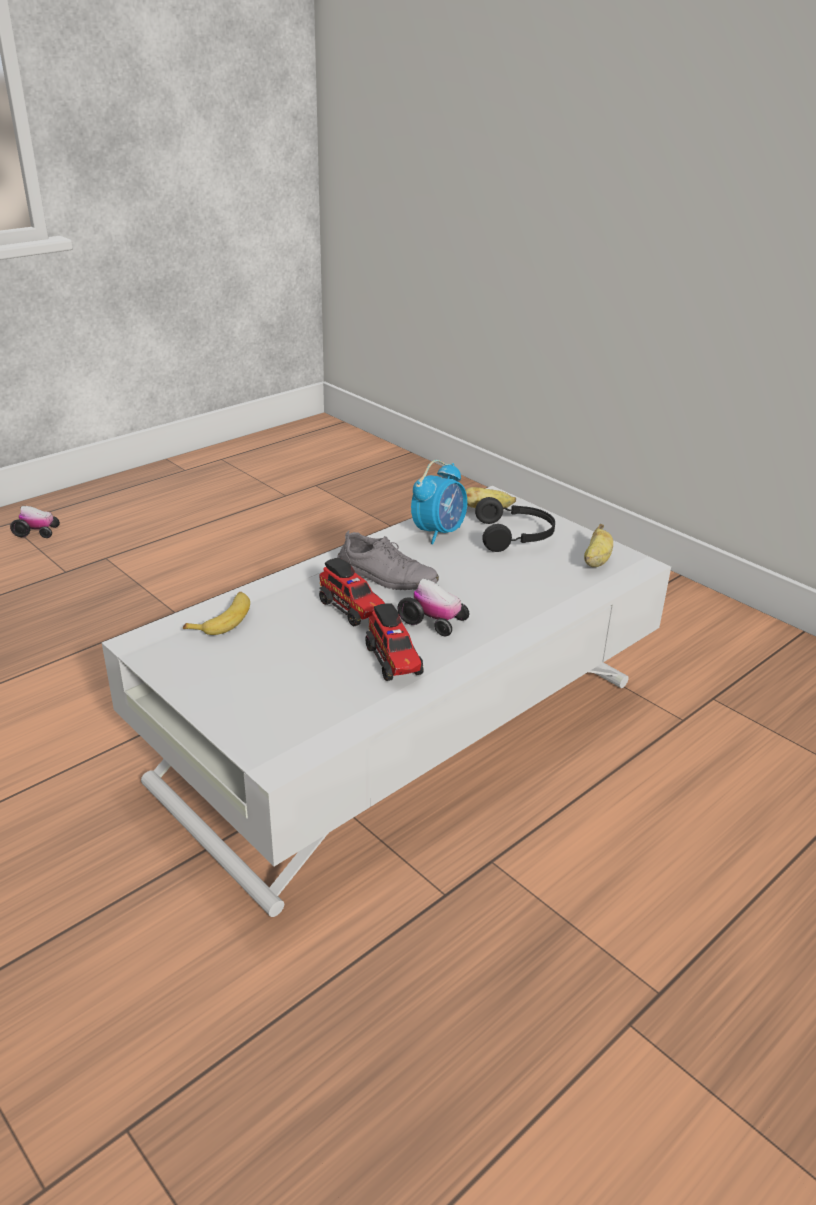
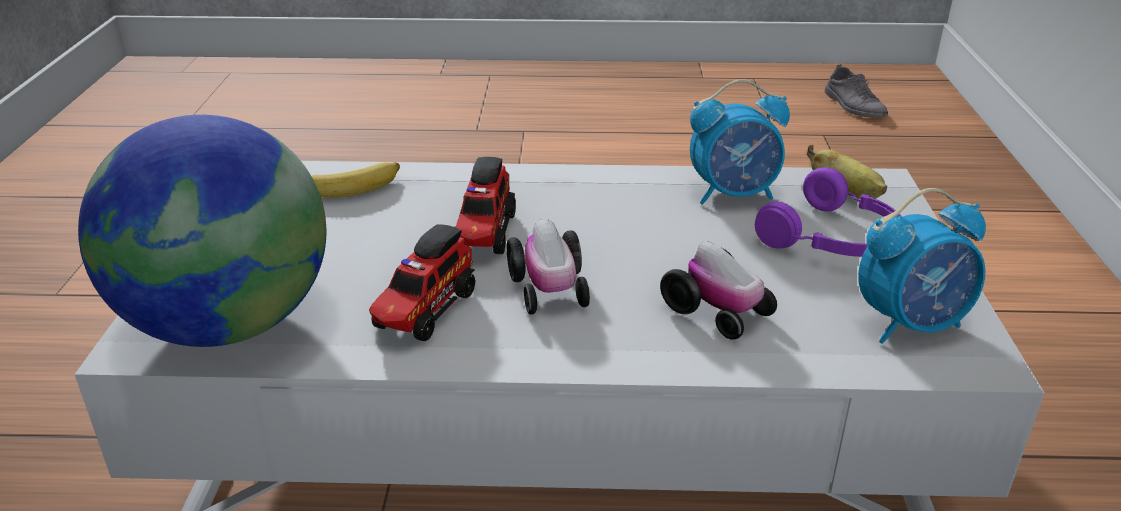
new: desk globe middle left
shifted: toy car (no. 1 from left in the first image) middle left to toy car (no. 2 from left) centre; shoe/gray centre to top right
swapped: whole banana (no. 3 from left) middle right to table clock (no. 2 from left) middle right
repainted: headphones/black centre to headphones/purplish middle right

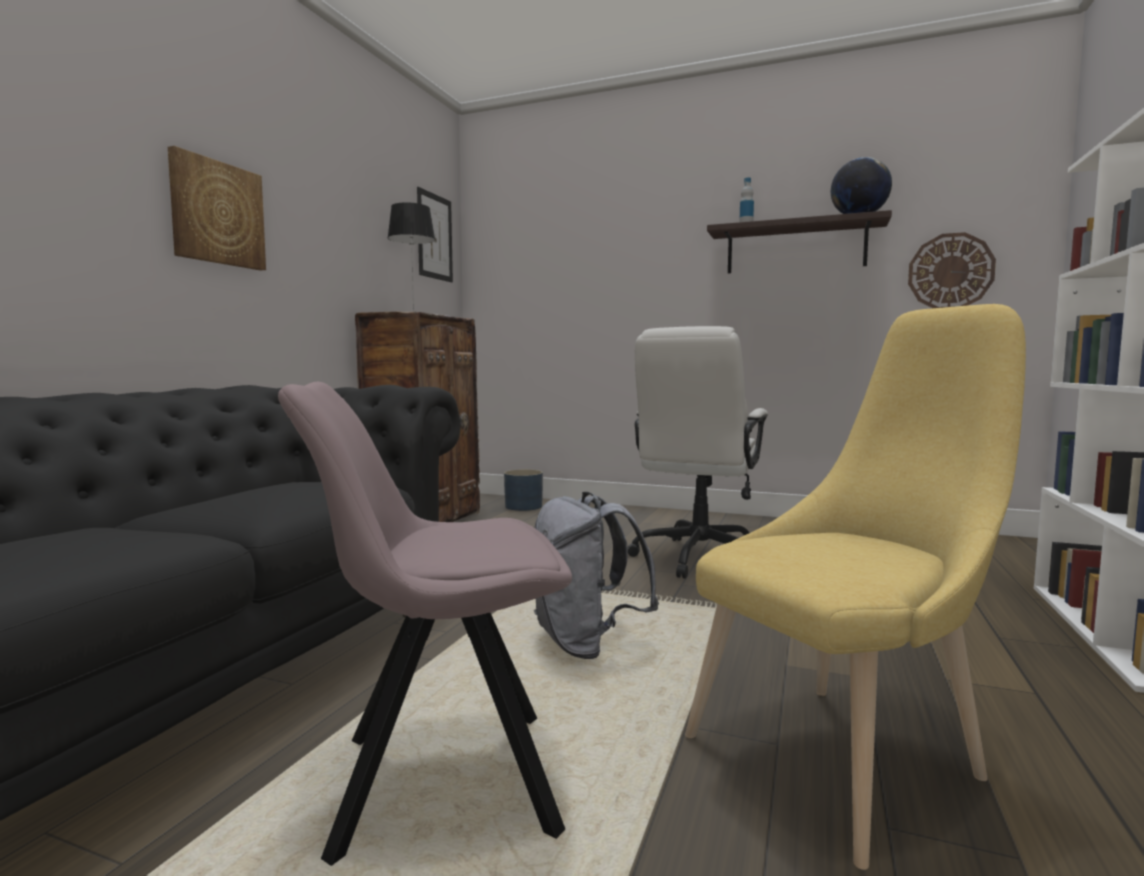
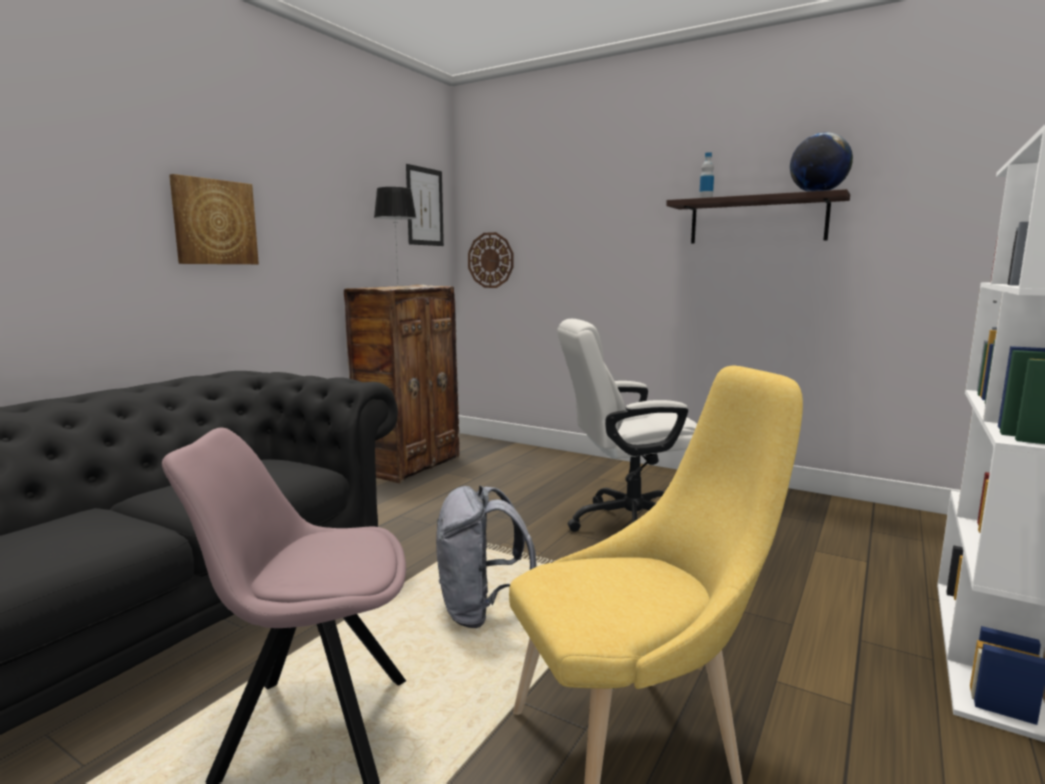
gone: flower pot/bluish centre
shifted: clock on the wall top right to top centre
rotated: office chair/white centre = centre 45 degrees clockwise

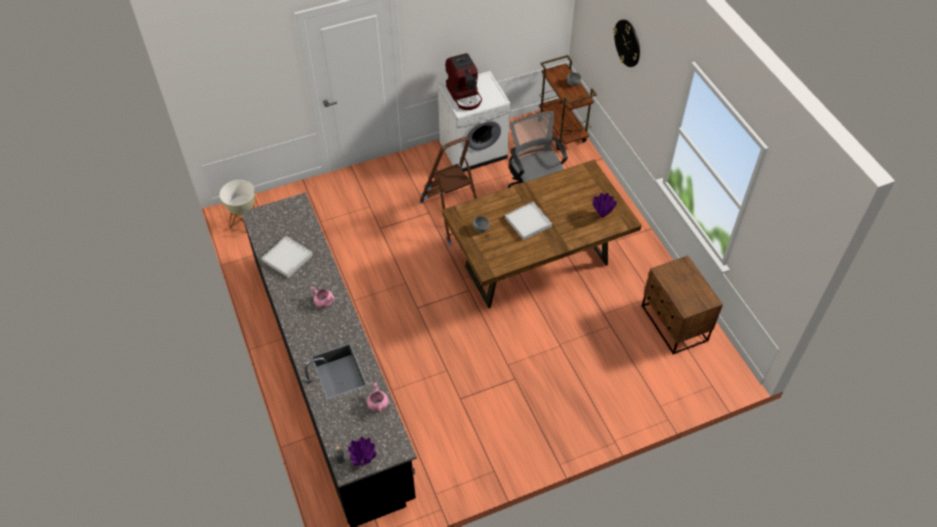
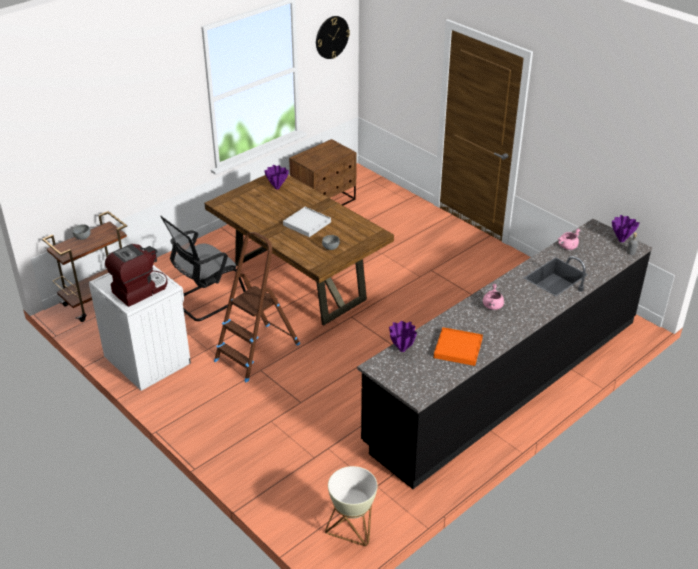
new: flower vase/purplish (no. 2 from left) centre
shifted: clock on the wall top right to top centre
repainted: carrying tray/white (no. 1 from left) middle left to carrying tray/orange-coloured centre

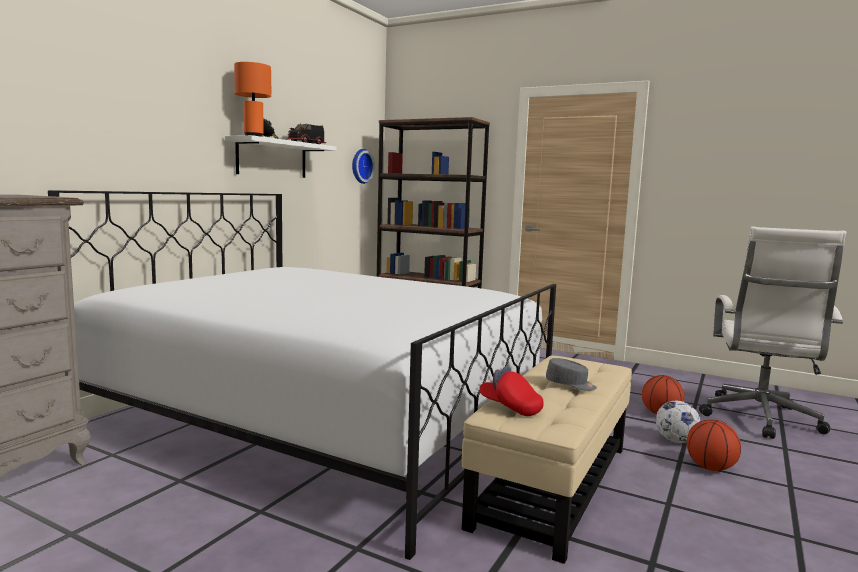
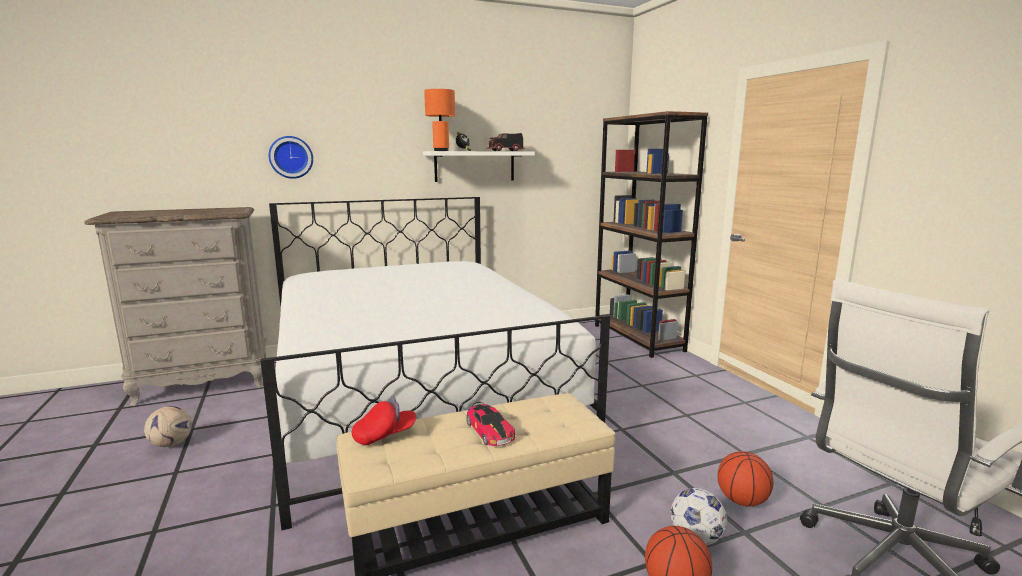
new: football (no. 1 from left) bottom left
shifted: clock on the wall top centre to top left
swapped: cap/gray centre to toy car bottom centre
rotated: cap/reddish bottom centre = bottom centre 75 degrees clockwise

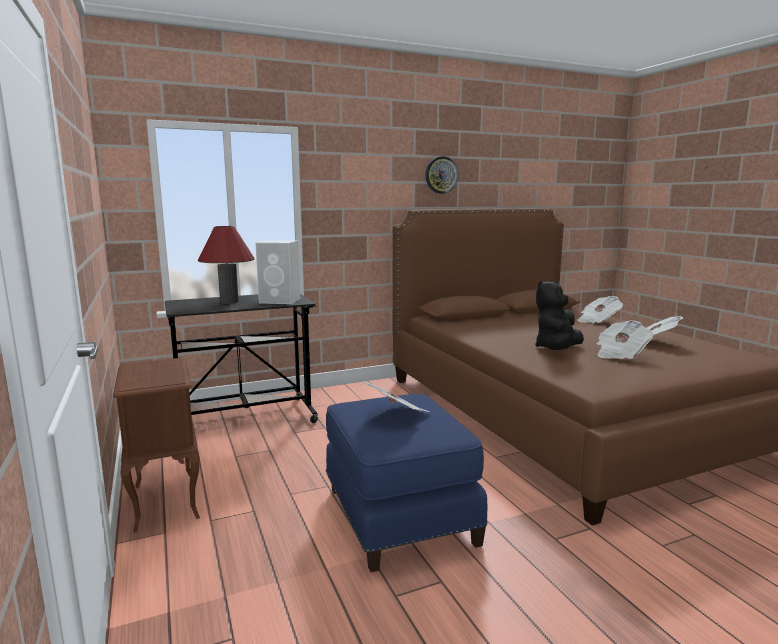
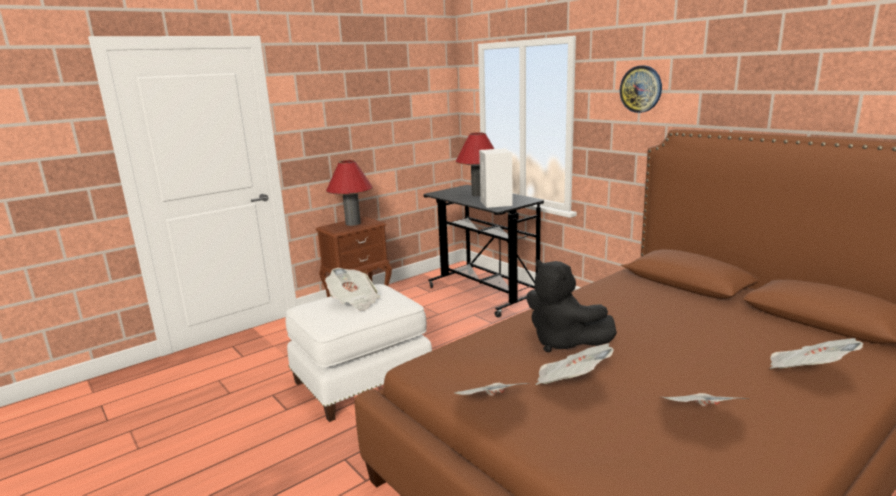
new: tabletop lamp/reddish (no. 1 from left) centre; newspaper (no. 2 from left) bottom centre
shifted: clock on the wall top centre to top right
repainted: footrest/bluish bottom centre to footrest/white bottom centre
rotated: cuddly toy/black middle right = centre 150 degrees counterclockwise

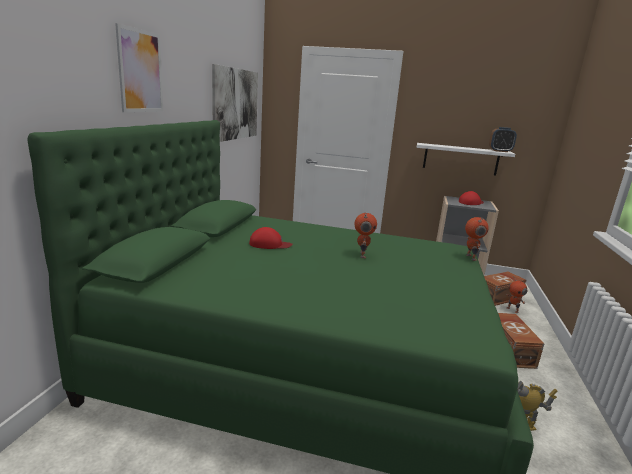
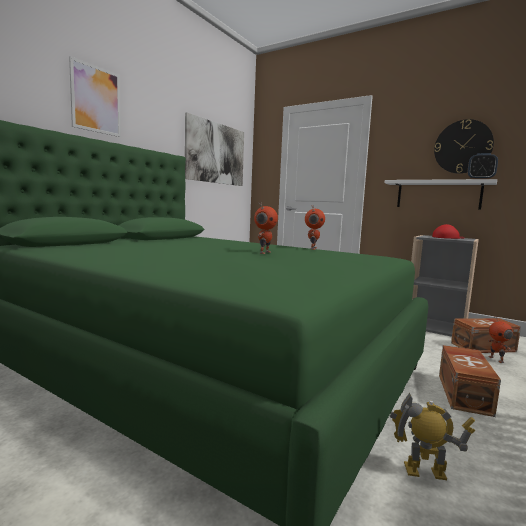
gone: cap/reddish (no. 1 from left) centre
new: clock on the wall top right
shifted: toy robot (no. 2 from left) middle right to centre

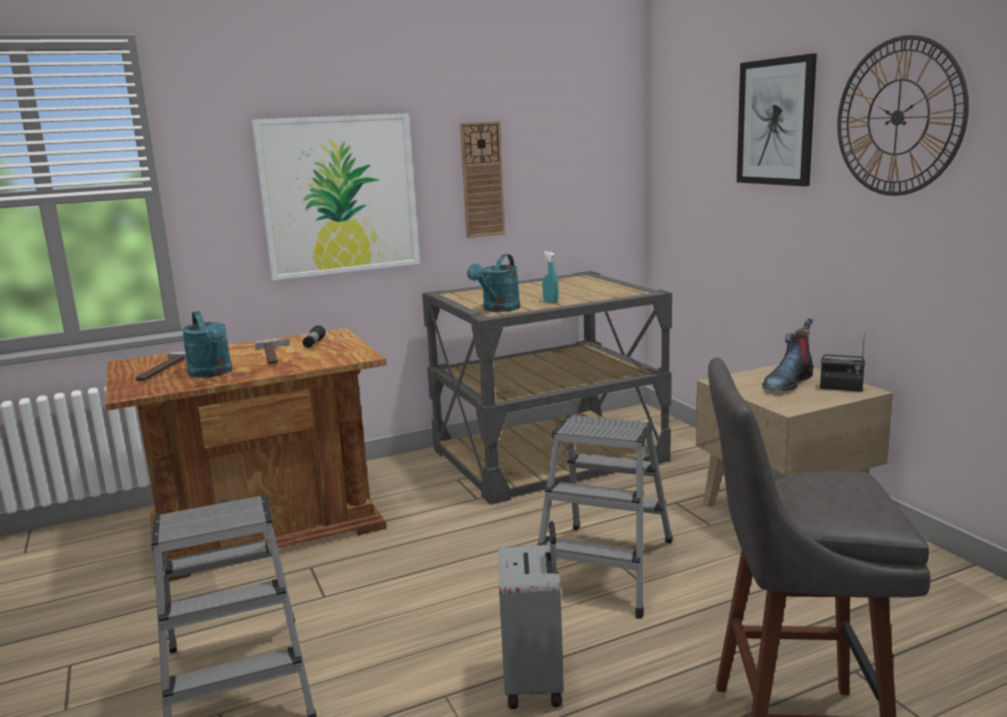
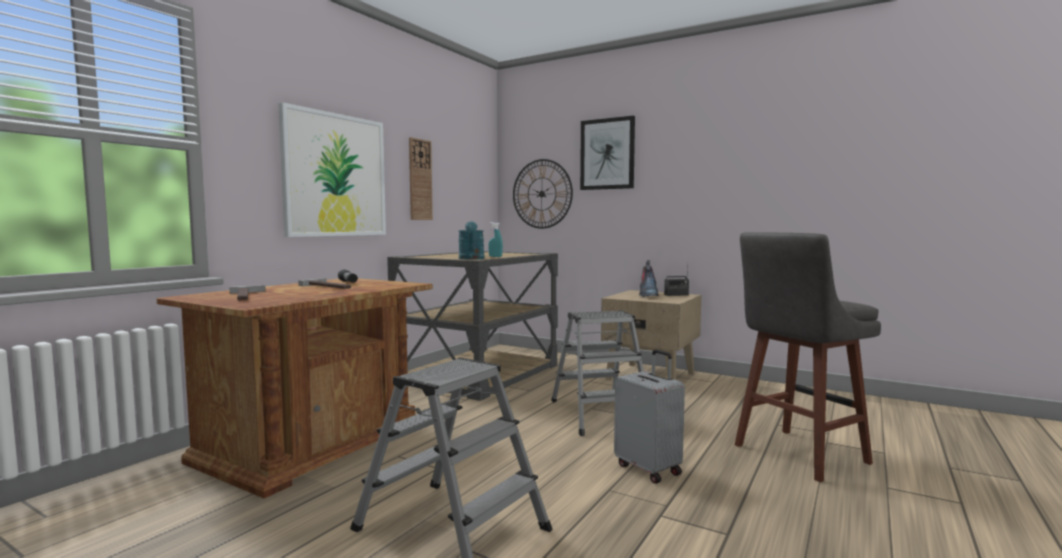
gone: sprinkling can/turquoise (no. 1 from left) middle left
shifted: clock on the wall (no. 2 from left) top right to centre

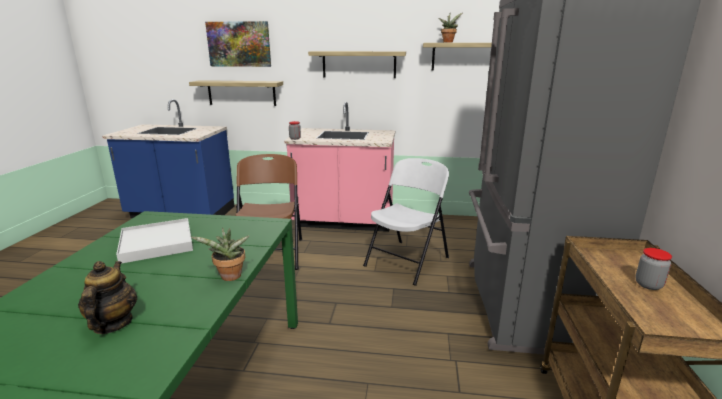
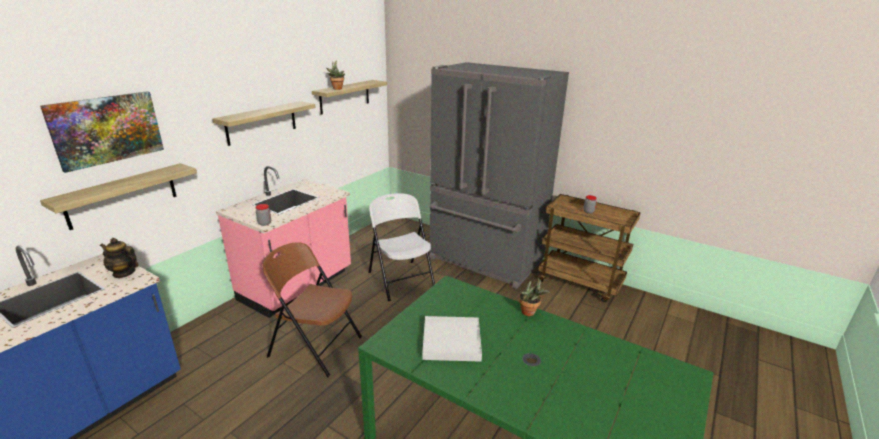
shifted: tea pot bottom left to middle left

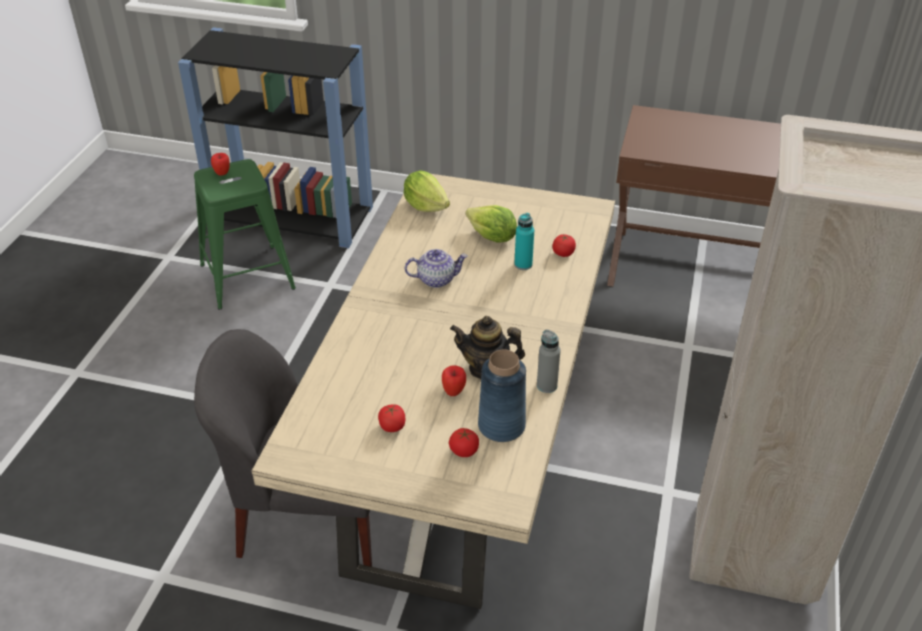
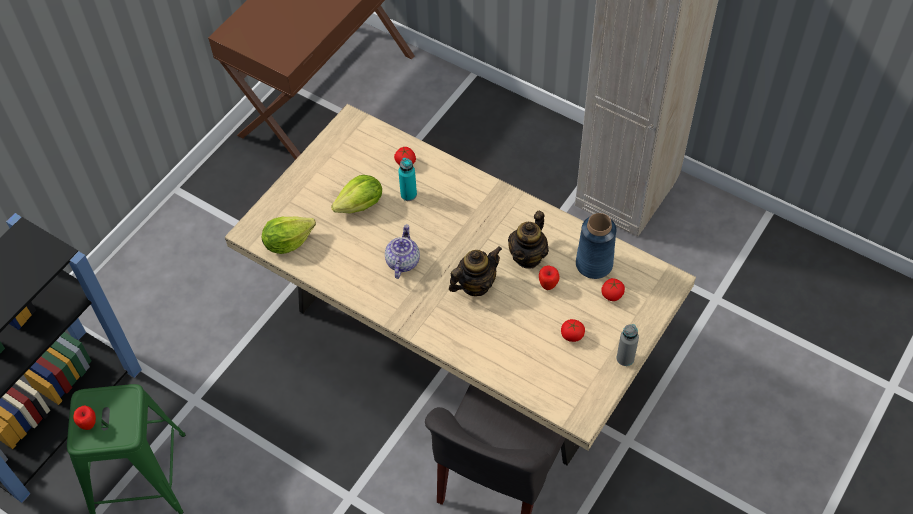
new: tea pot (no. 2 from left) centre
shifted: drink bottle/gray centre to bottom right

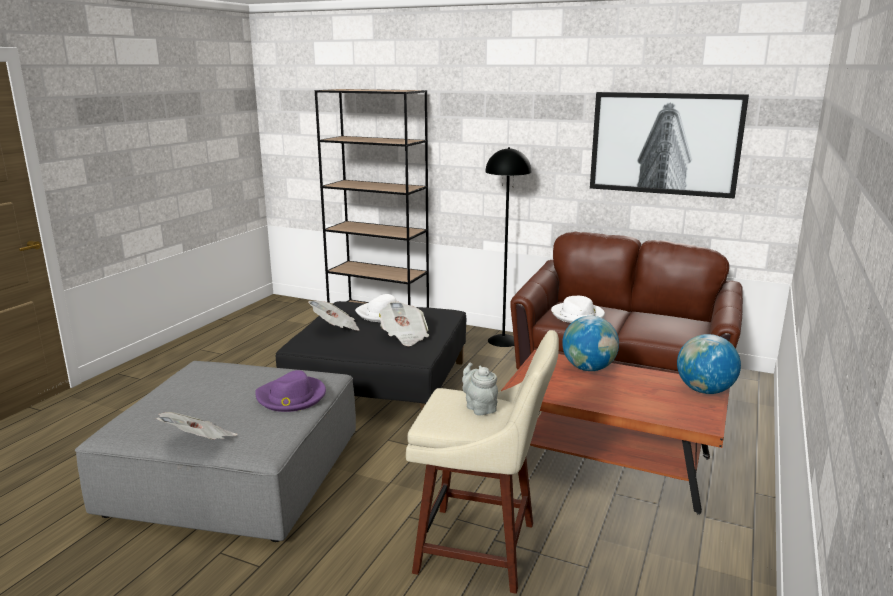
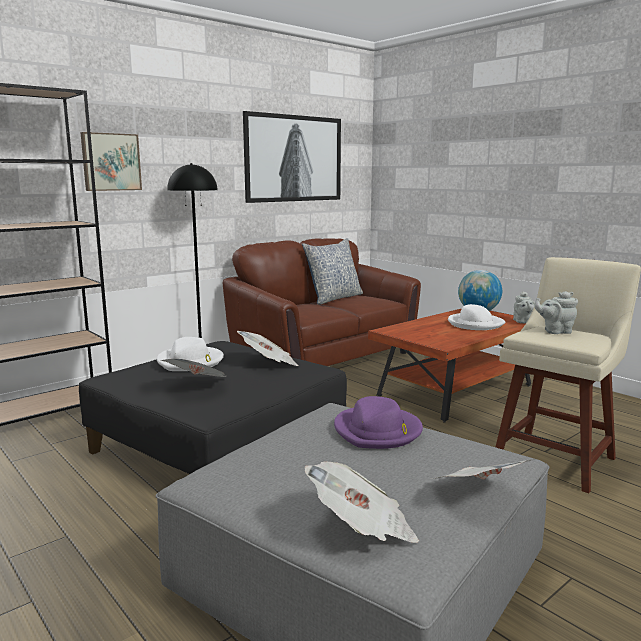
gone: desk globe (no. 1 from left) centre
new: wall picture (no. 1 from left) top left; throw pillow centre; newspaper (no. 3 from left) bottom centre; tea pot/gray (no. 1 from left) middle right
shifted: hat/white (no. 2 from left) centre to middle right

